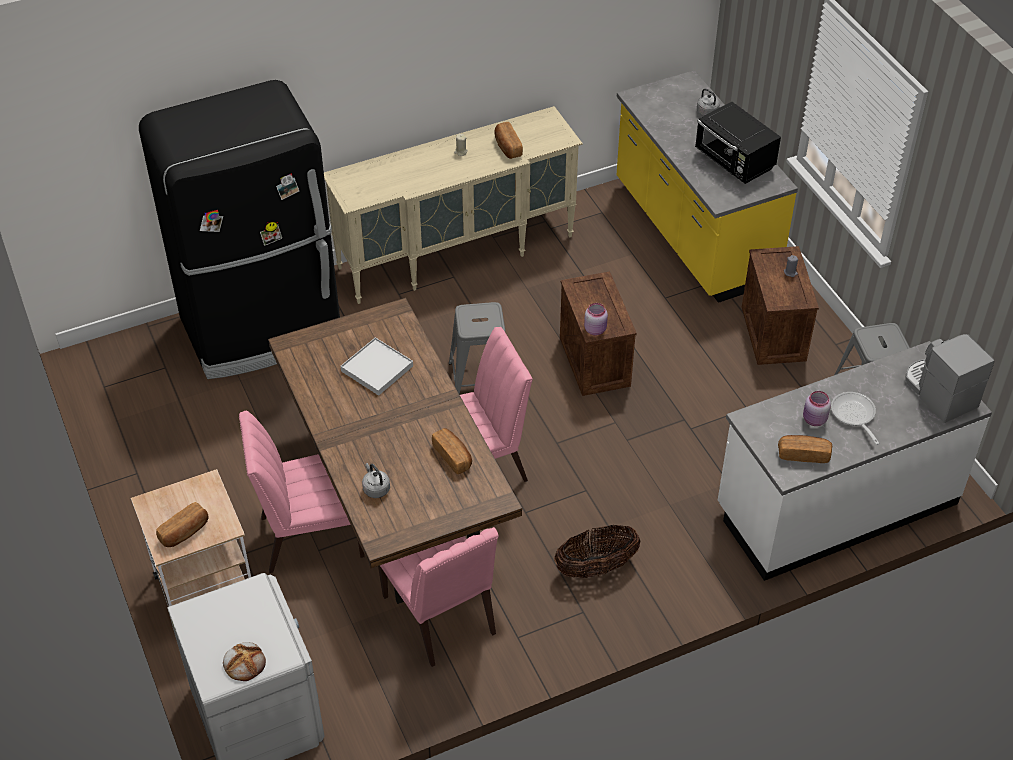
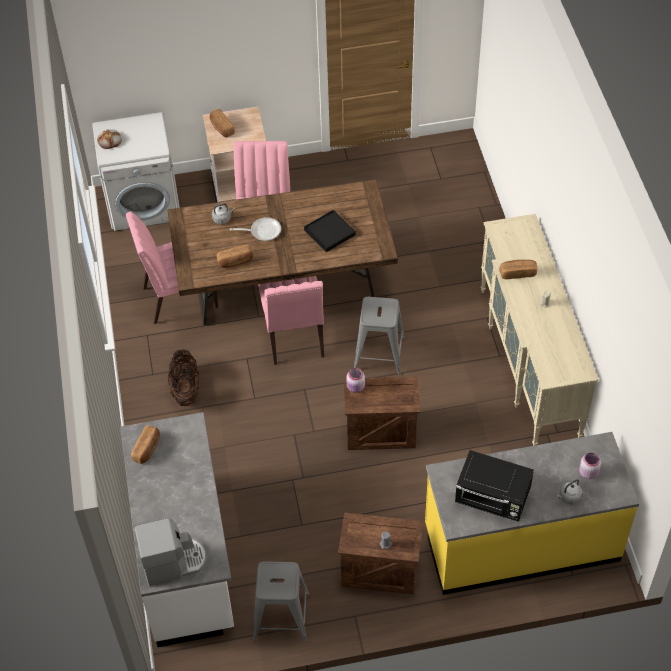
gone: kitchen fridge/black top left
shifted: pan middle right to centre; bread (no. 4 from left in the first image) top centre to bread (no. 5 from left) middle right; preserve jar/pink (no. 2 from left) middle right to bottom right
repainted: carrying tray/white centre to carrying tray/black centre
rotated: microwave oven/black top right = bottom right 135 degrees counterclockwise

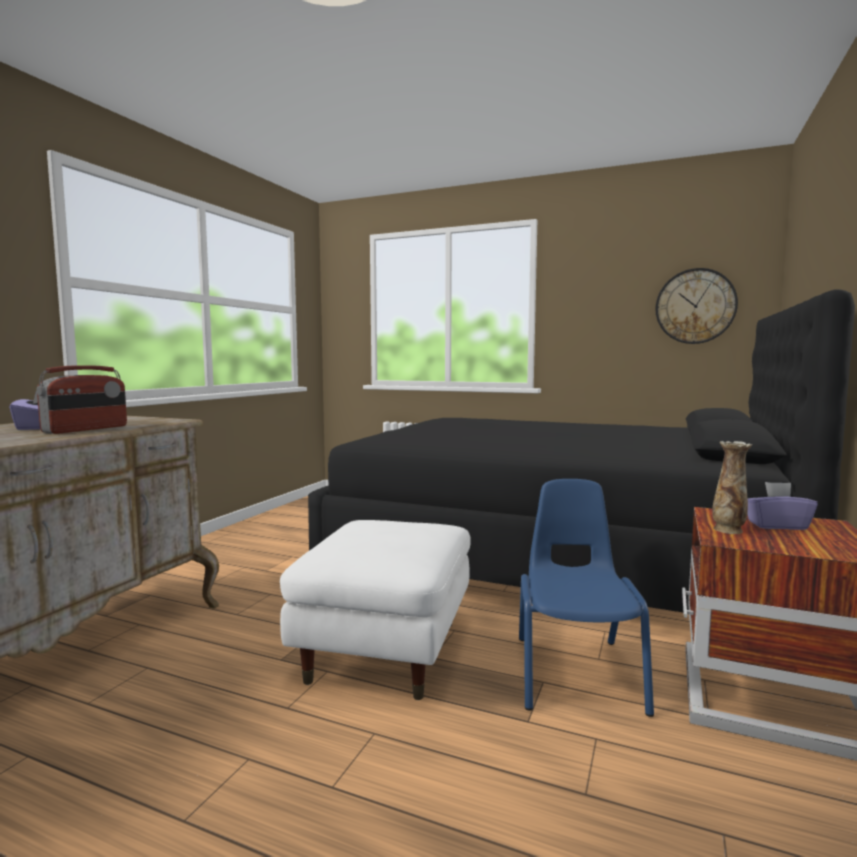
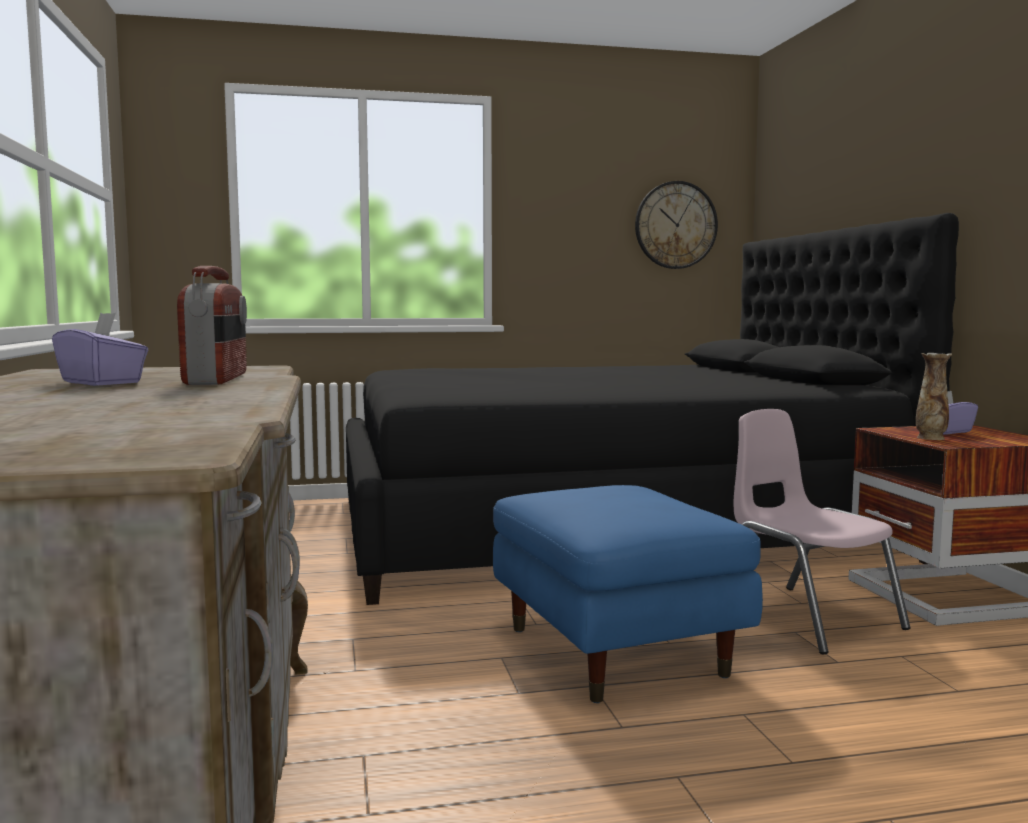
repainted: footrest/white bottom centre to footrest/bluish bottom centre; plain chair/bluish bottom right to plain chair/pink middle right

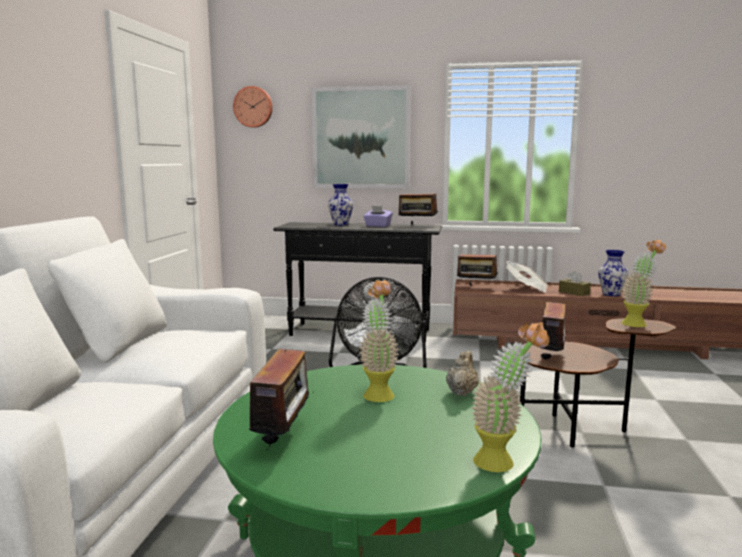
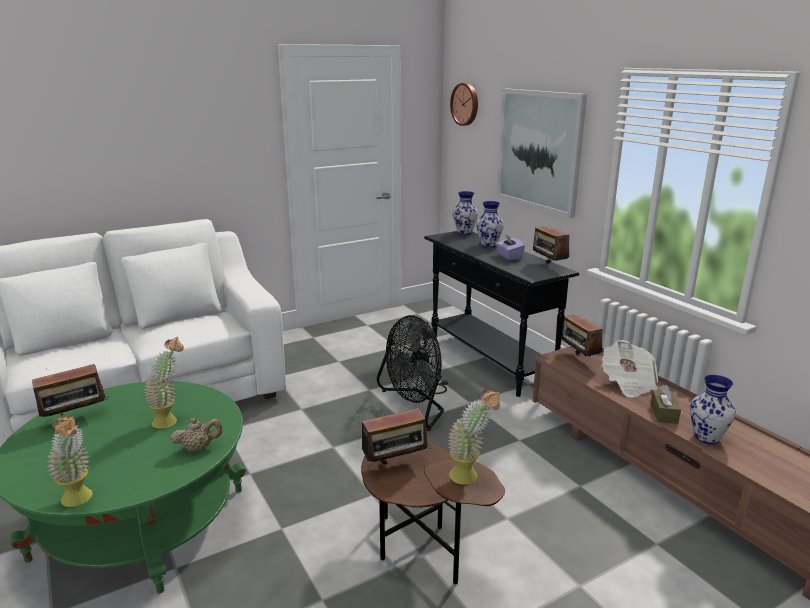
new: flower vase (no. 1 from left) centre

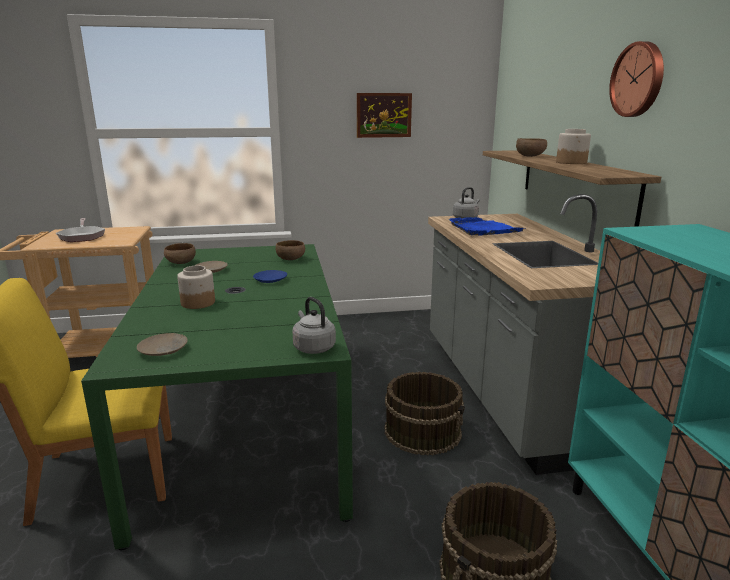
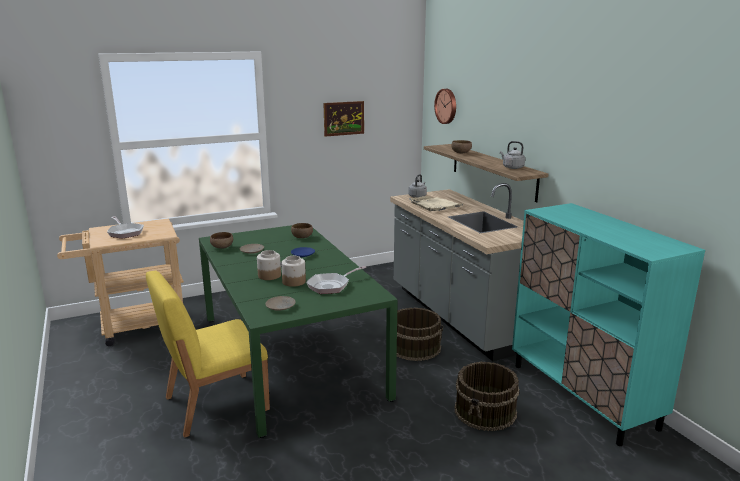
new: pan (no. 2 from left) centre
shifted: preserve jar (no. 2 from left) top right to centre; clock on the wall top right to top centre; kettle/gray (no. 1 from left in the first image) centre to kettle/gray (no. 2 from left) top right
repainted: carrying tray/bluish centre to carrying tray/beige centre

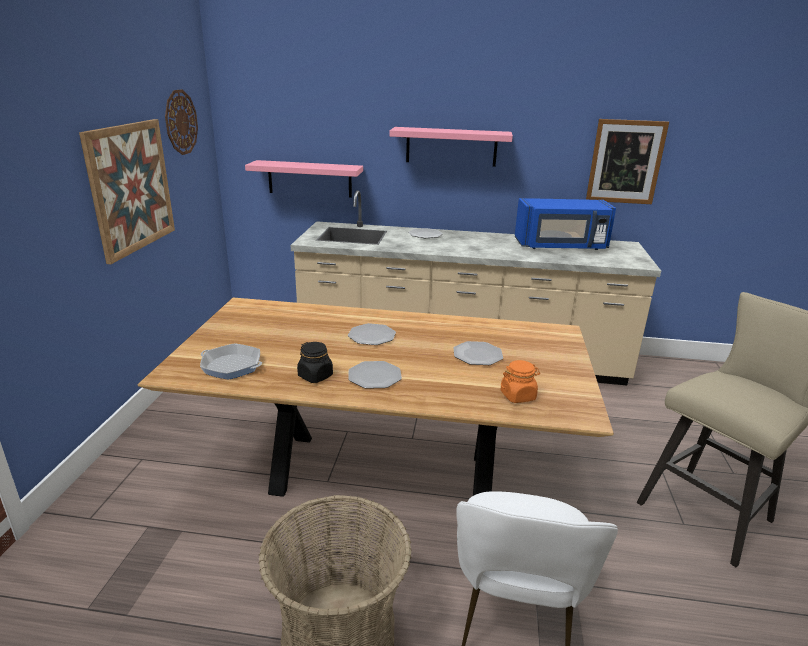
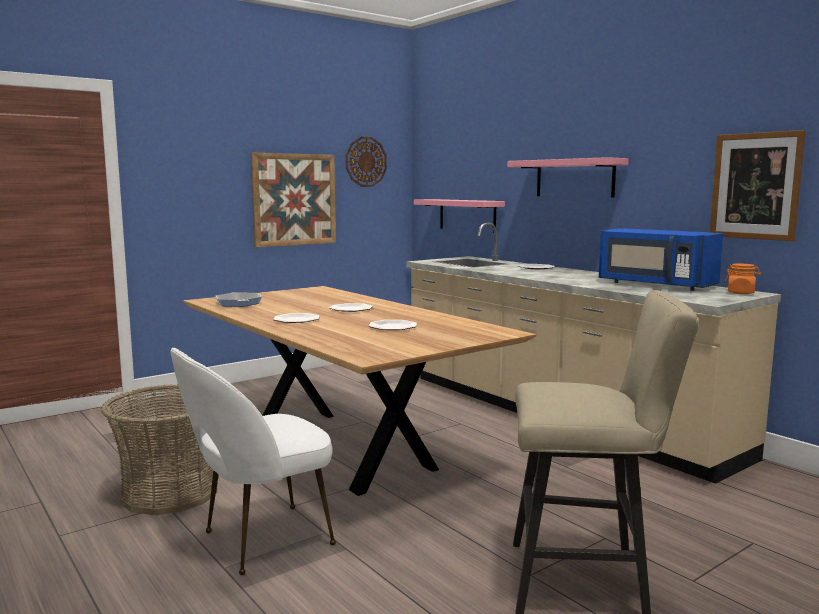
gone: preserve jar/black centre
shifted: preserve jar/orange-coloured centre to middle right

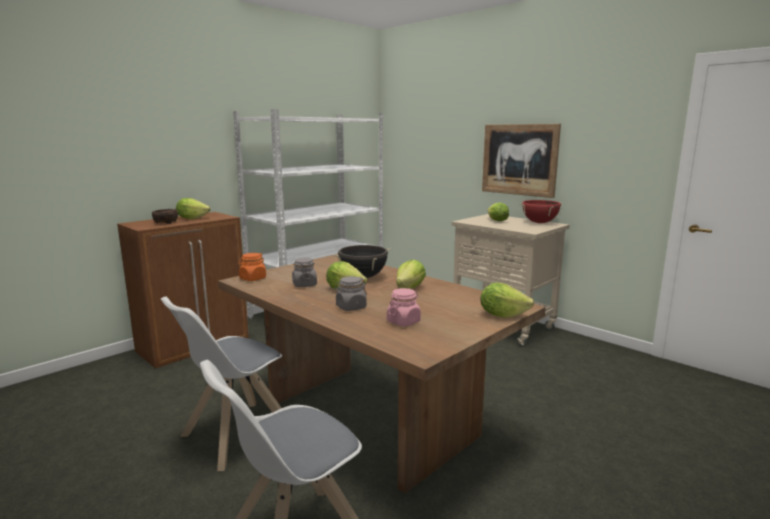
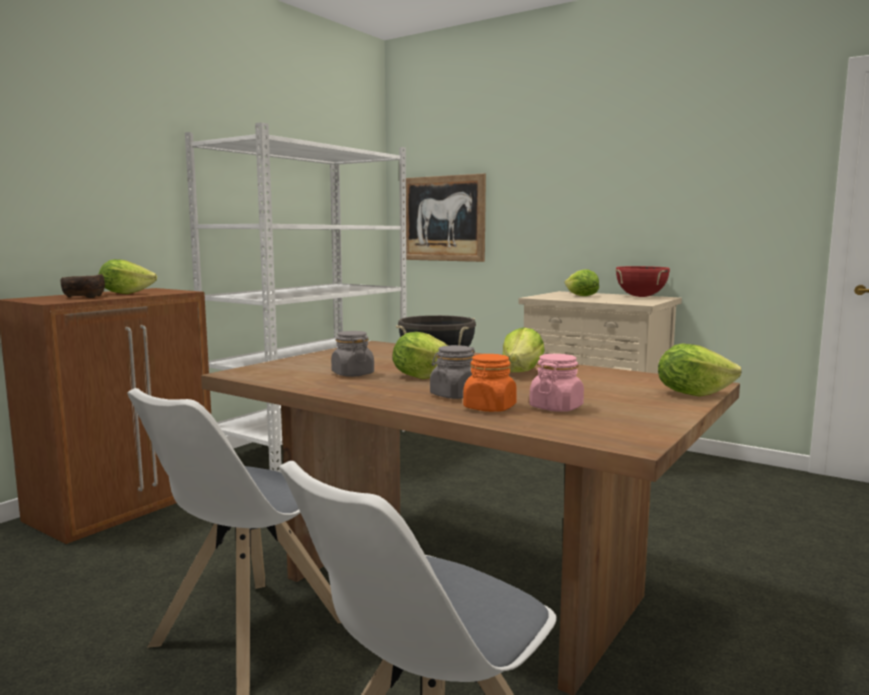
shifted: wall picture top right to top centre; preserve jar/orange-coloured middle left to centre

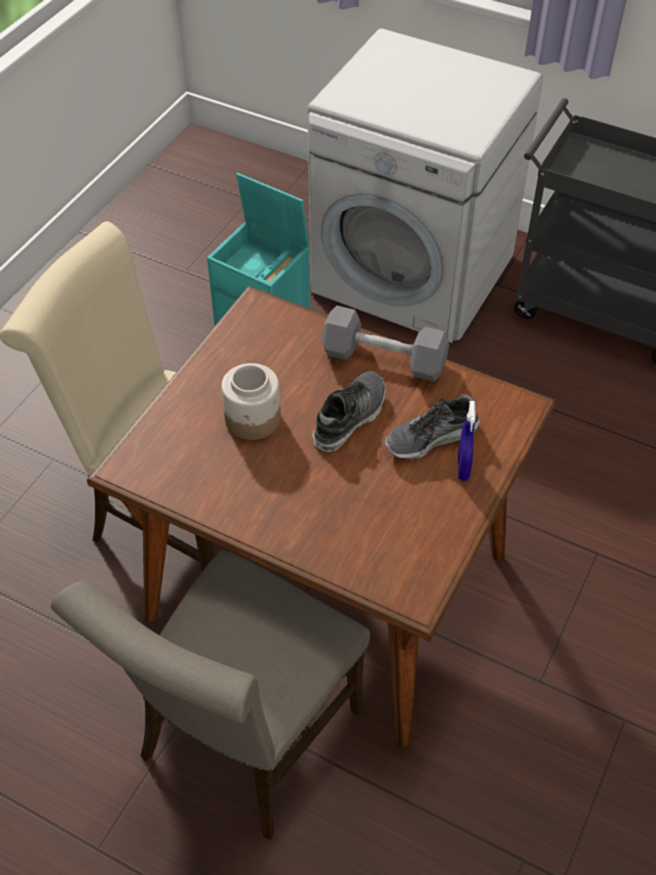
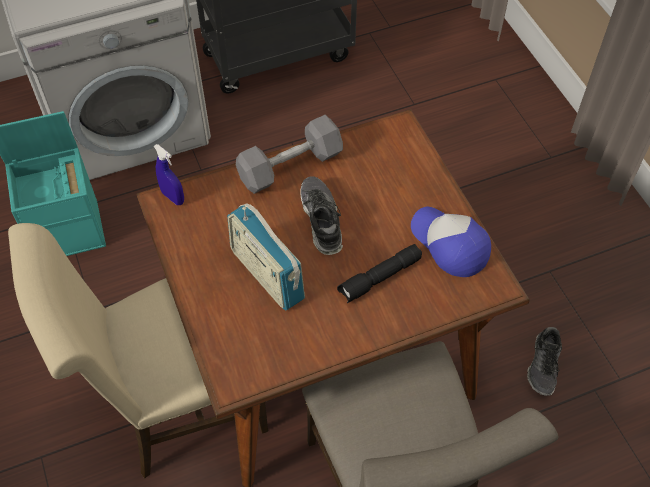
new: hand torch/black centre; cap middle right
shifted: hand sprayer/bluish middle right to middle left; shoe (no. 2 from left) centre to bottom right
swapped: preserve jar centre to radio set centre

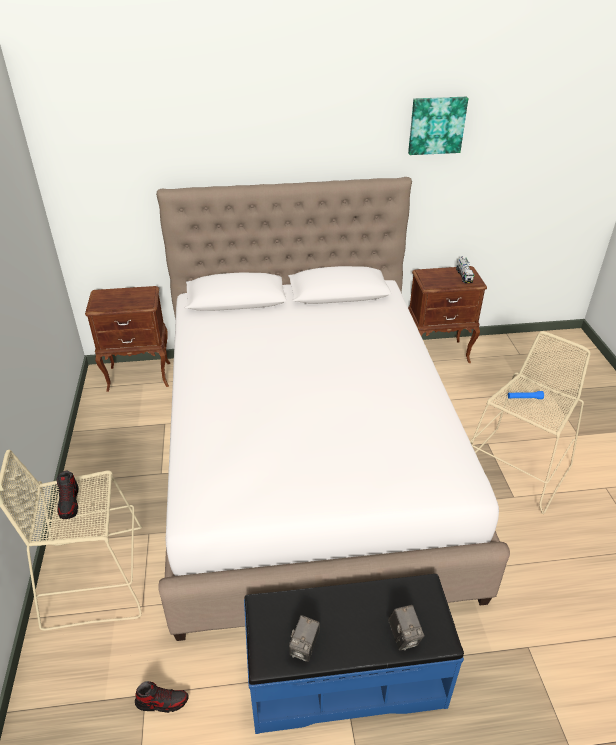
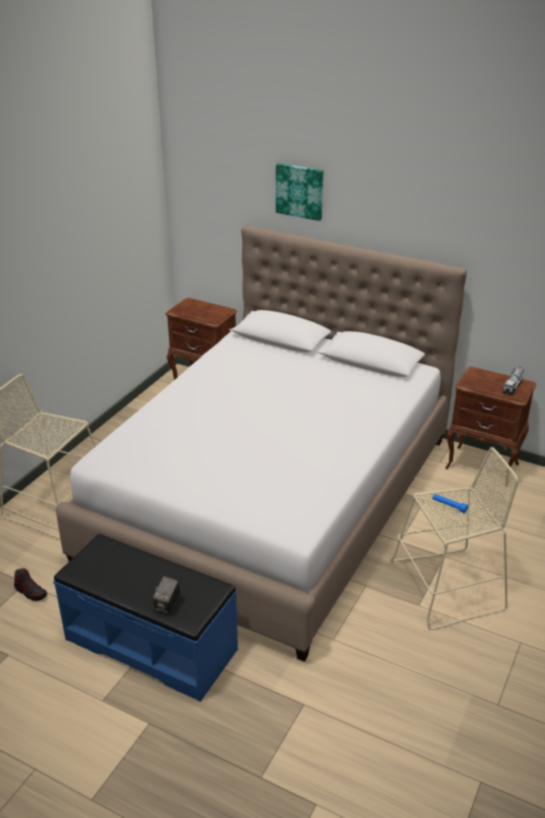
gone: shoe (no. 1 from left) middle left; photo camera (no. 1 from left) bottom centre
shifted: wall picture top right to top centre

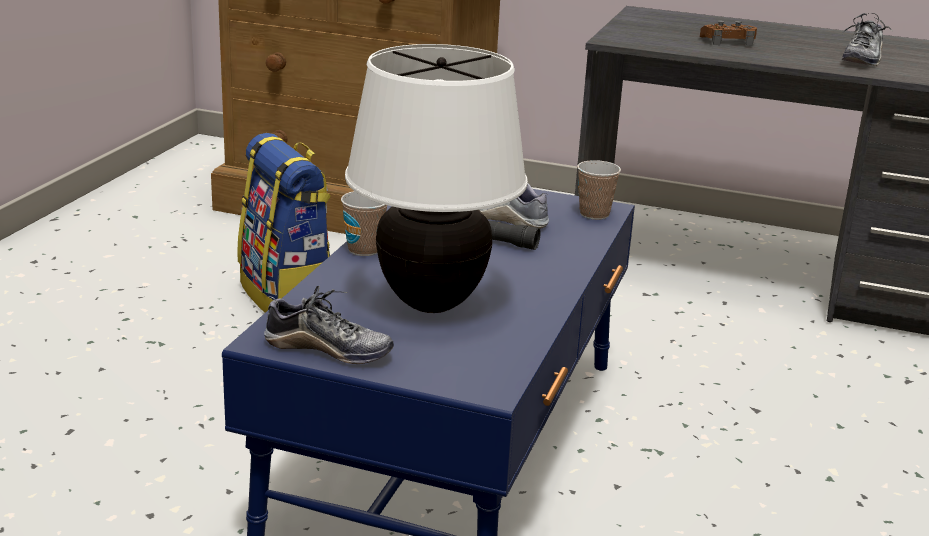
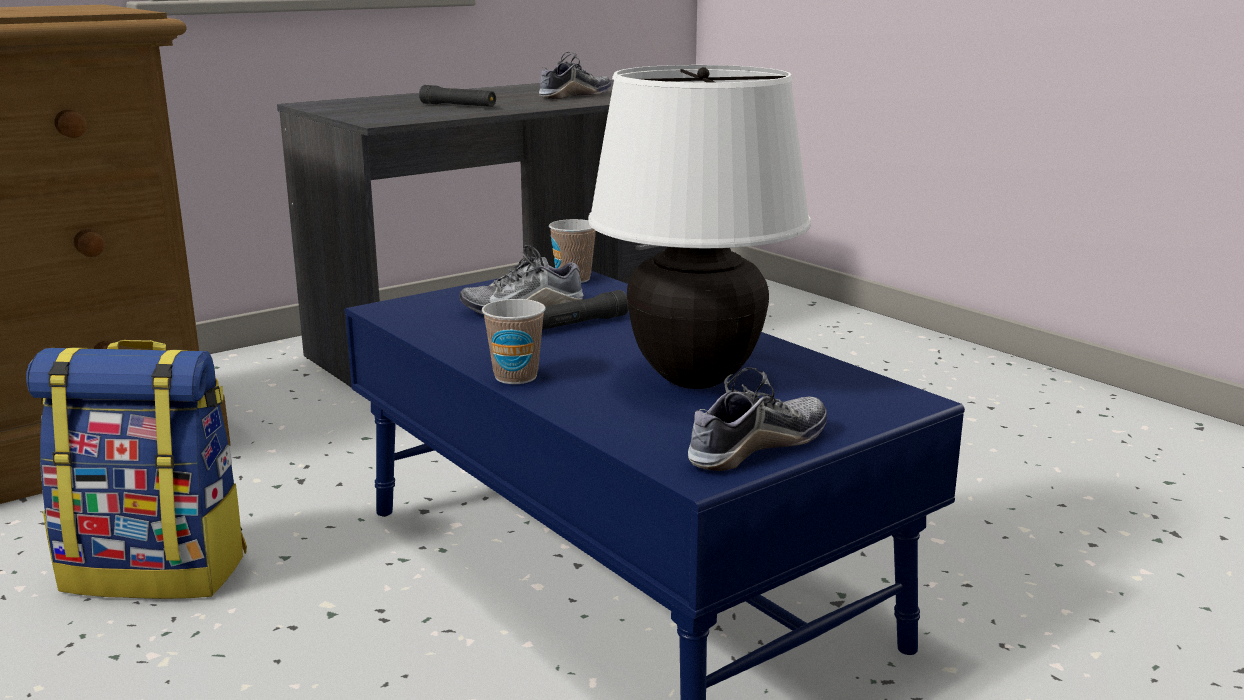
swapped: joypad/brown-coloured top right to hand torch/black (no. 1 from left) top centre
rotated: shoe (no. 3 from left in the first image) top right = top centre 105 degrees counterclockwise

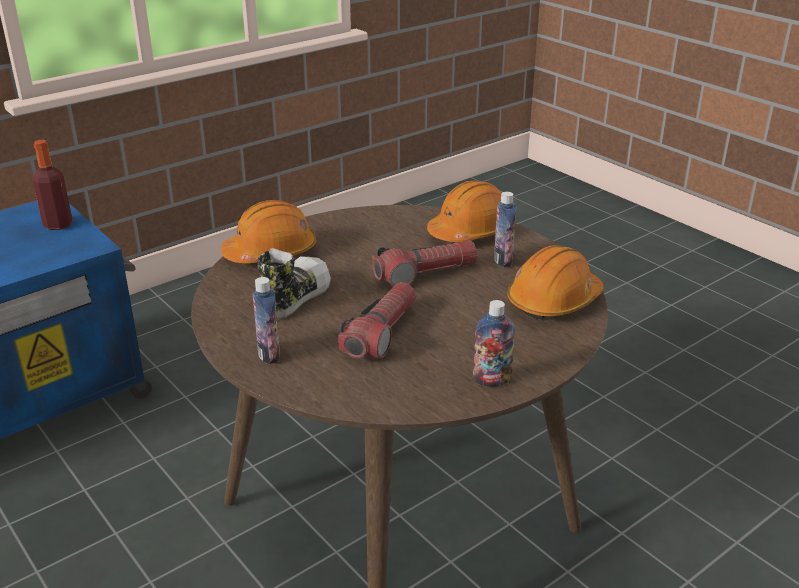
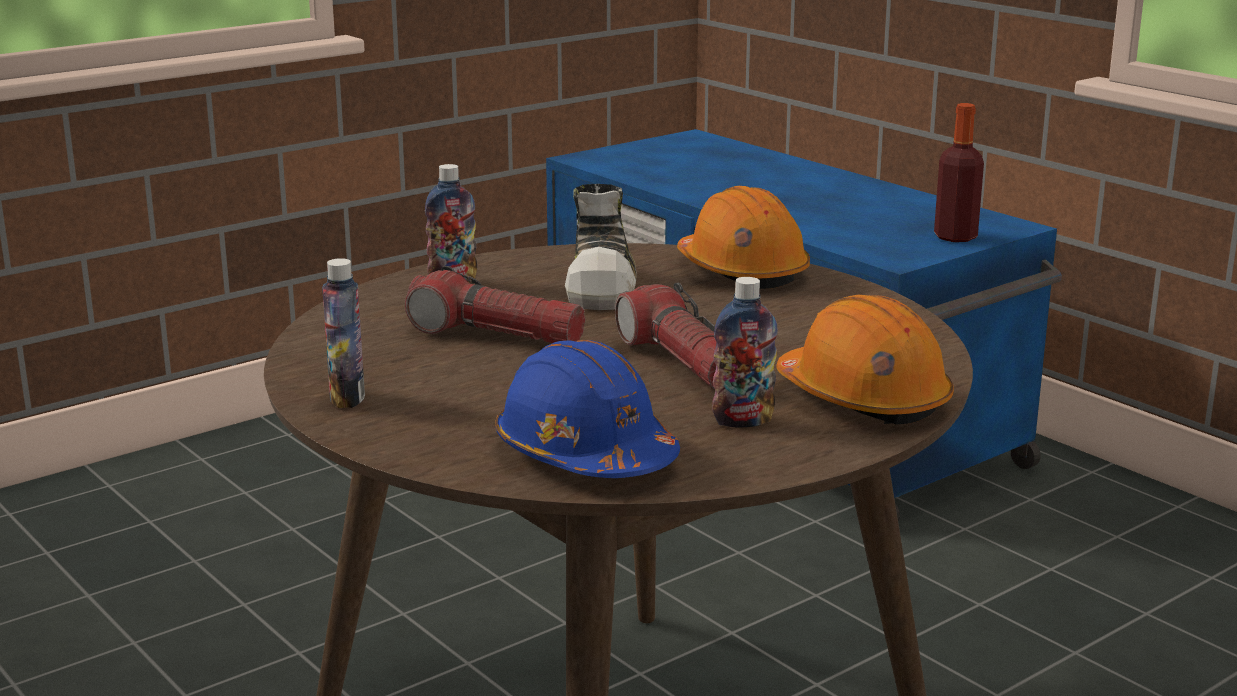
repainted: safety helmet/orange-coloured (no. 3 from left) middle right to safety helmet/bluish centre
rotated: shoe centre = centre 60 degrees clockwise

